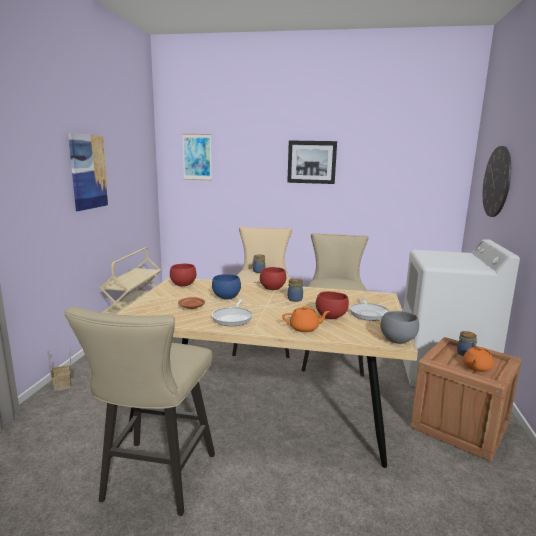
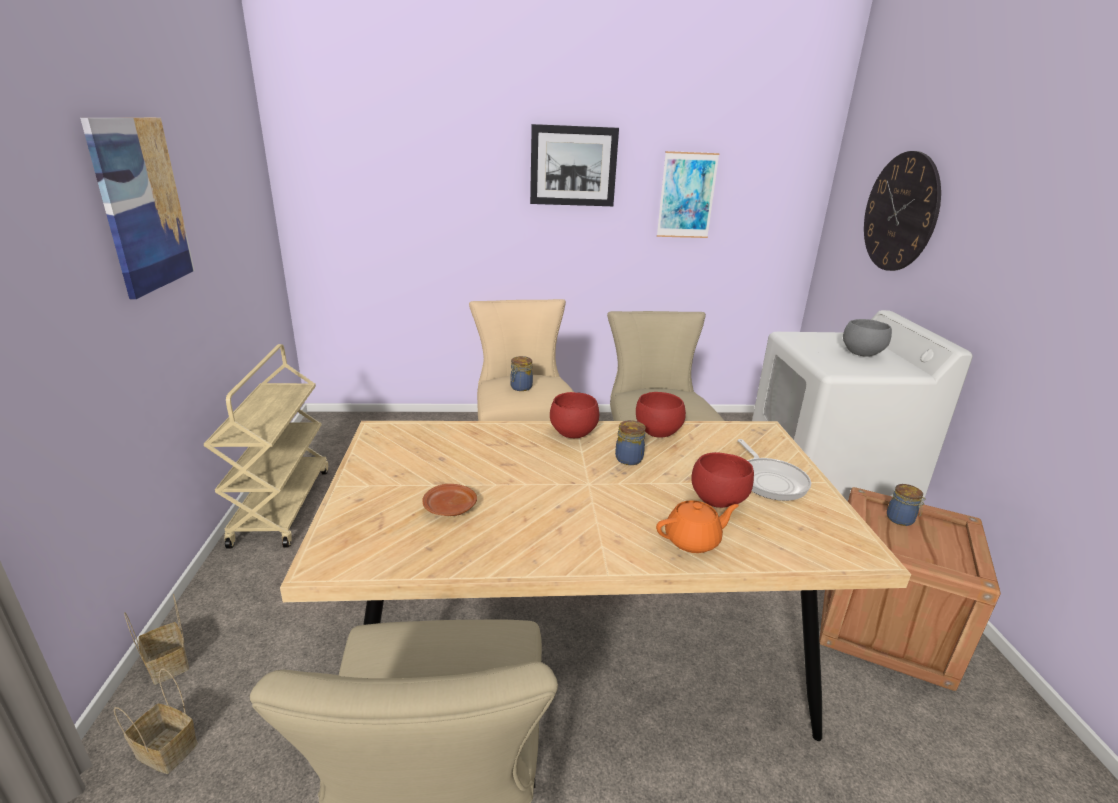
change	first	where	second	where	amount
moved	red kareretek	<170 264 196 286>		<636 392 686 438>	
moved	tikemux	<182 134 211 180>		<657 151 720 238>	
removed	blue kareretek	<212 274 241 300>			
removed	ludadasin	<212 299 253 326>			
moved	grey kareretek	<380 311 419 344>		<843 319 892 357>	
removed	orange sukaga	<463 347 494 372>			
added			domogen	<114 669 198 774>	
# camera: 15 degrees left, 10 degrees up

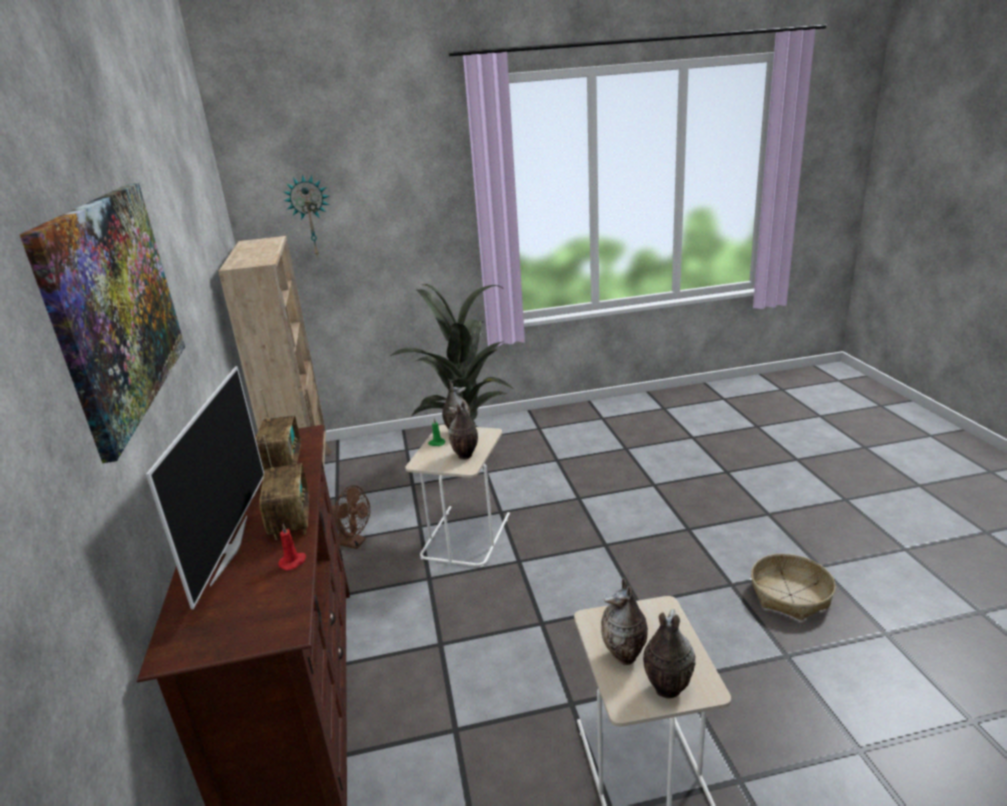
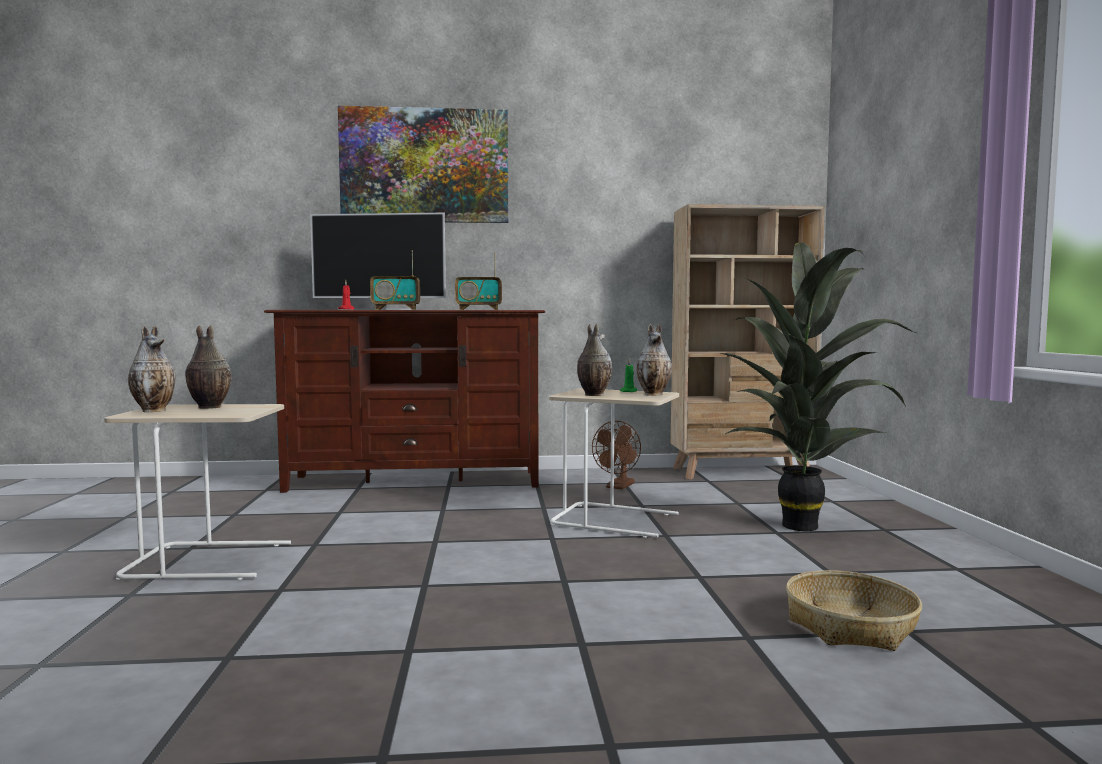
change	first	where	second	where	amount
removed	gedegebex	<283 174 329 257>			
moved	domogen	<751 554 836 620>		<786 570 922 651>	
# camera: 95 degrees right, 20 degrees down

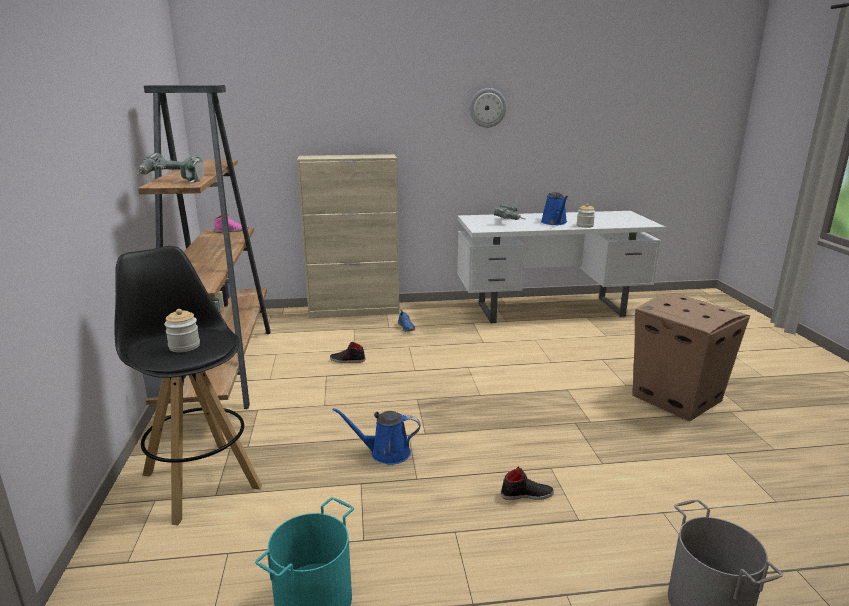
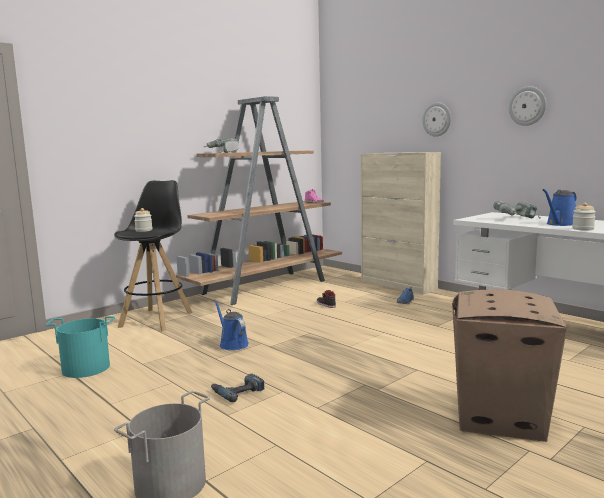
change	first	where	second	where	amount
replaced	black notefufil	<501 466 554 500>	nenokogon	<211 374 264 402>	
added			gedegebex	<422 102 451 137>	
# camera: 55 degrees right, 10 degrees down

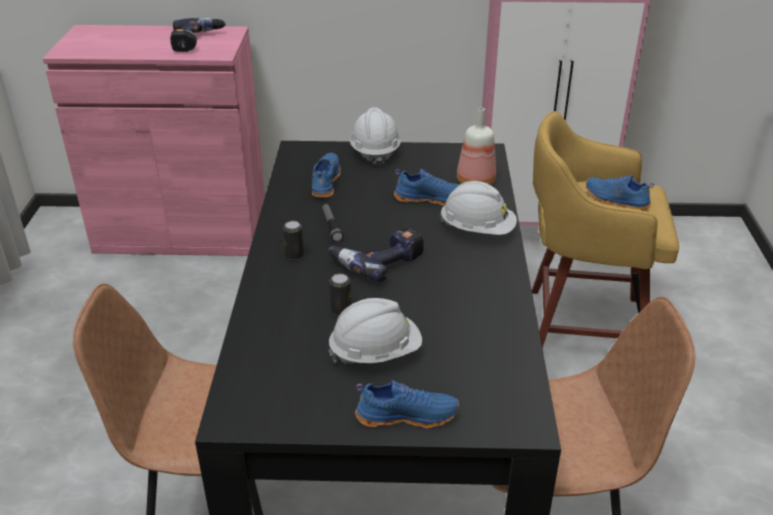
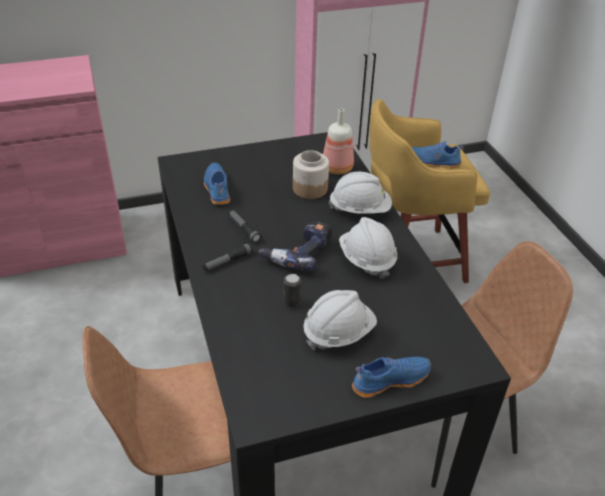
change	first	where	second	where	amount
removed	nenokogon	<170 18 226 52>			
replaced	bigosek	<283 221 304 260>	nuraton	<203 243 253 271>	
moved	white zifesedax	<350 107 401 166>		<339 217 397 279>	
replaced	blue notefufil	<394 169 460 206>	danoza	<293 150 329 199>	
# camera: 20 degrees left, 5 degrees up

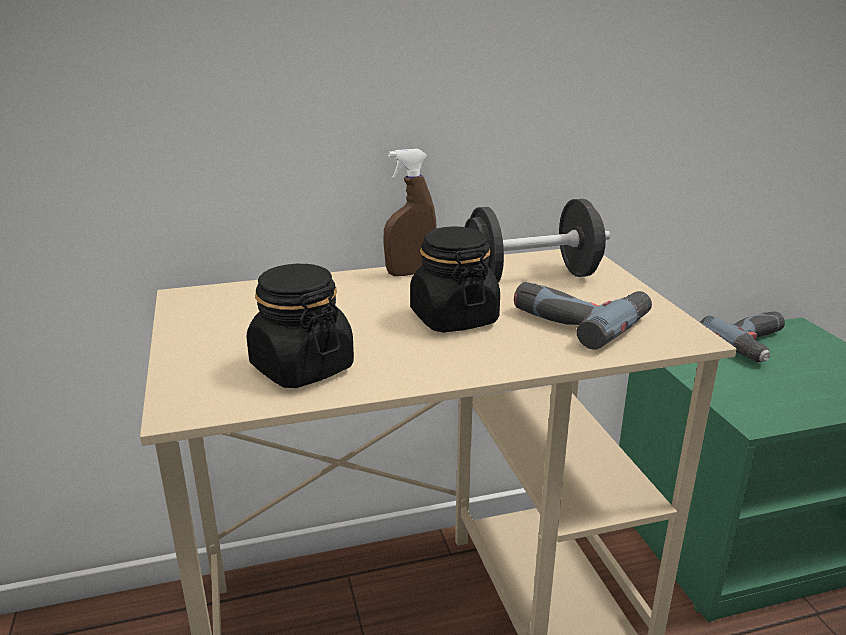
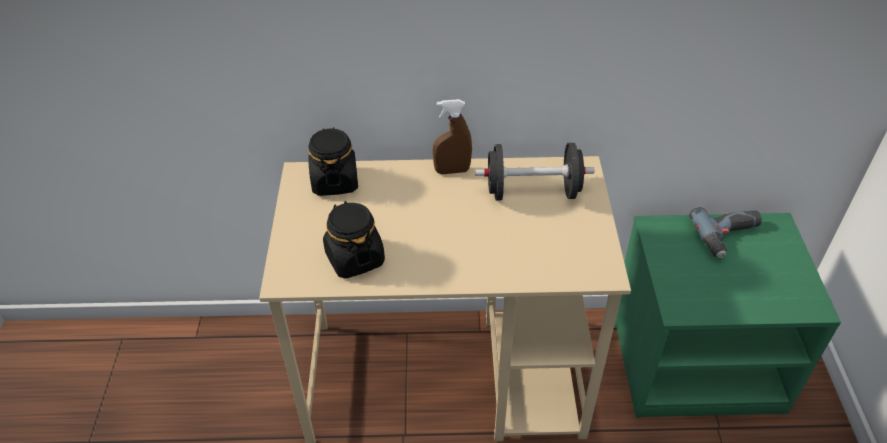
change	first	where	second	where	amount
moved	black danoza	<410 227 500 332>		<308 127 358 196>	
removed	nenokogon	<514 282 652 350>			
# camera: 15 degrees right, 20 degrees up

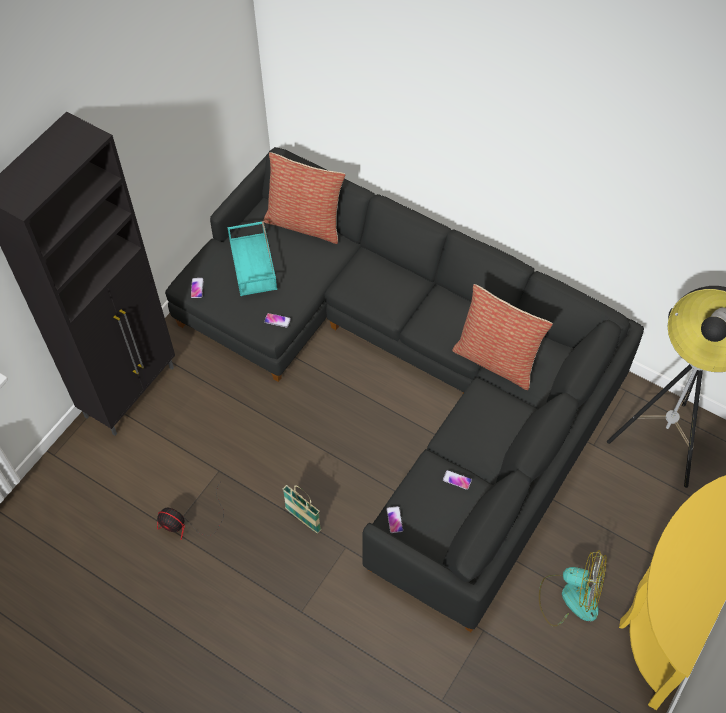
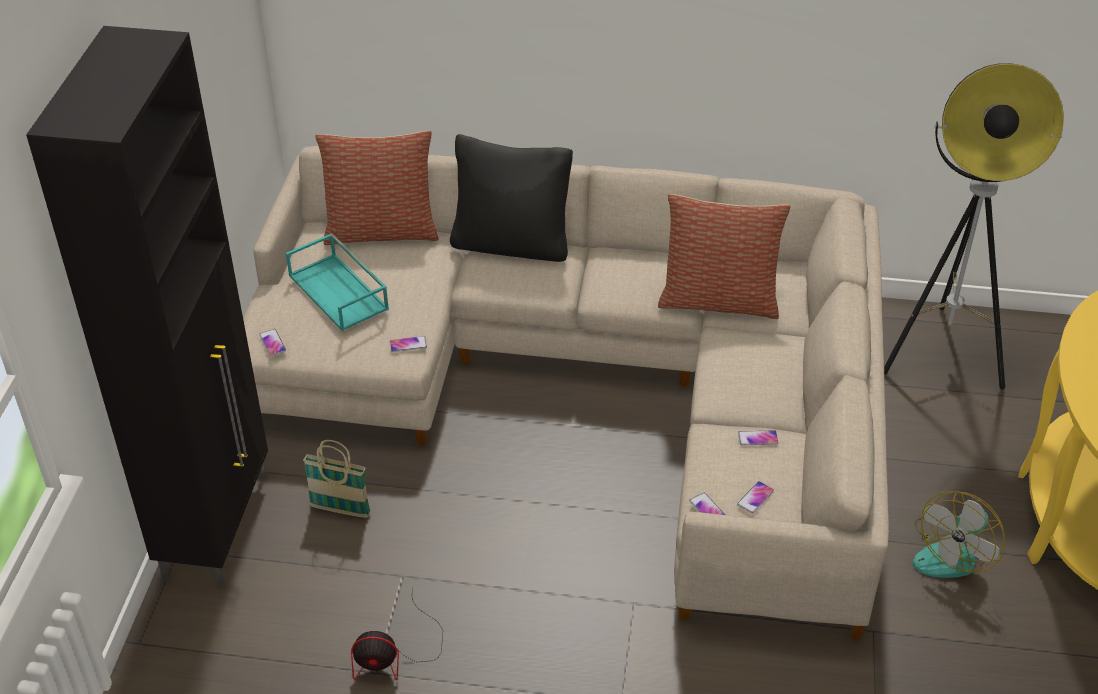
change	first	where	second	where	amount
recoloured	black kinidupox	<165 147 644 632>	beige kinidupox	<243 146 889 640>	
moved	domogen	<283 485 321 534>		<303 440 371 518>	
turned	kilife	<539 550 606 627>		<913 491 1005 578>	135 degrees clockwise
added			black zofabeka	<450 134 573 262>	
added			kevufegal	<737 481 774 513>	
# camera: 25 degrees left, 15 degrees down

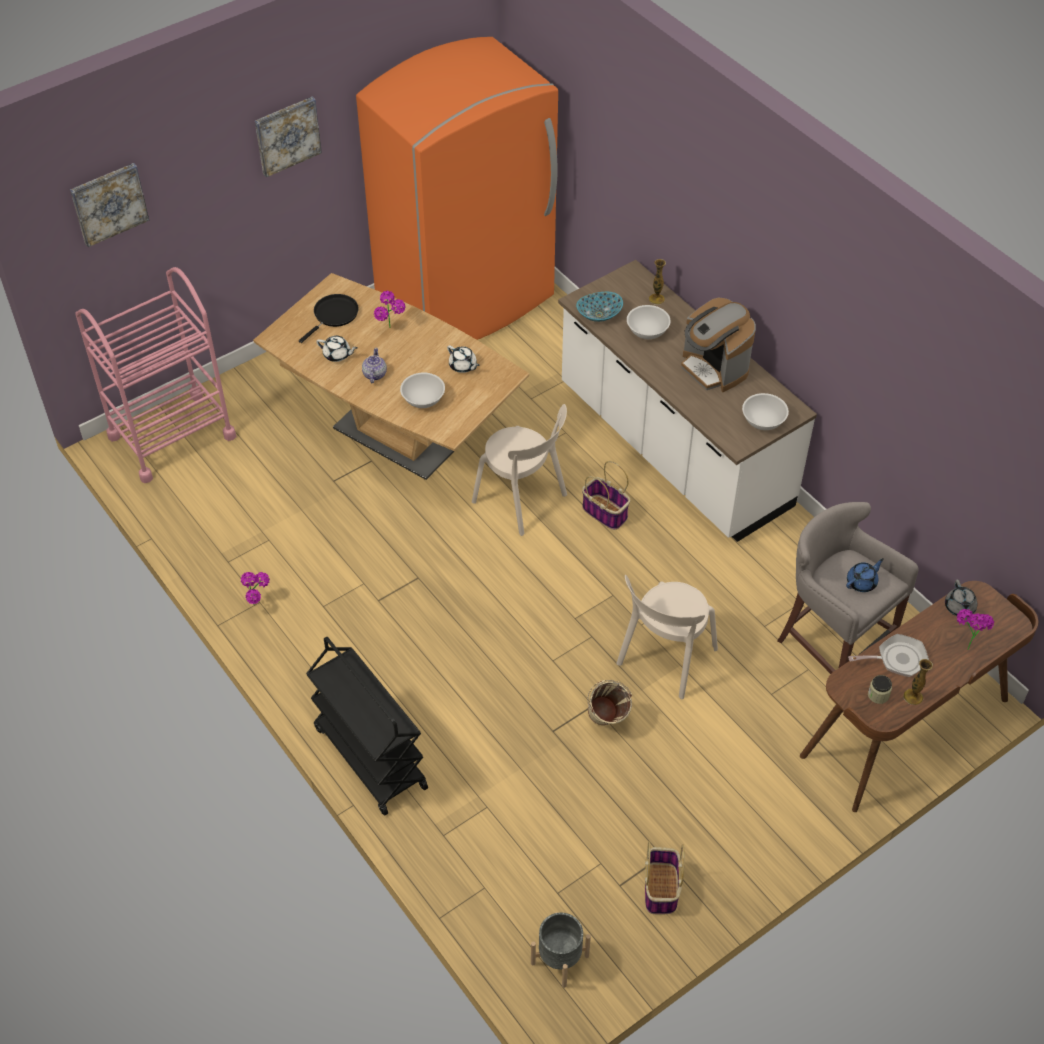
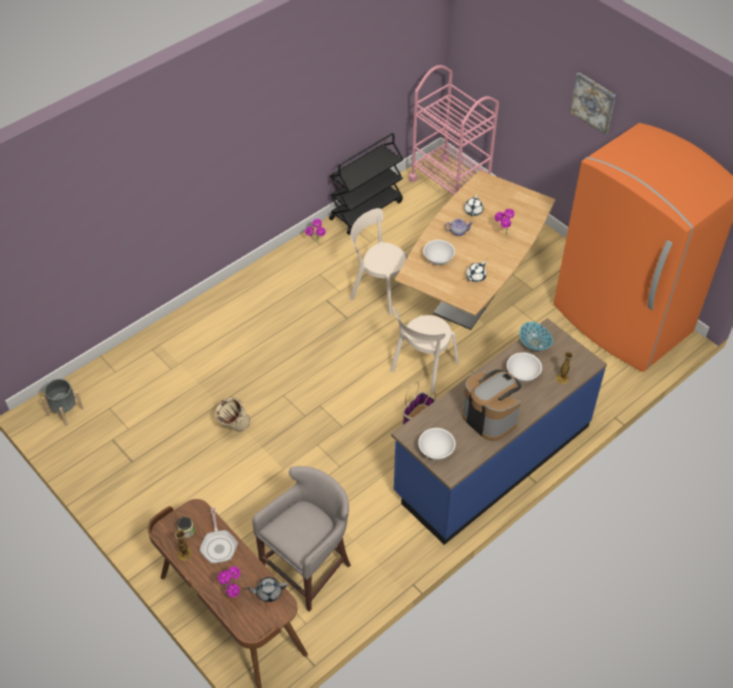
change	first	where	second	where	amount
removed	tikemux	<70 163 149 247>			
removed	black ludadasin	<299 294 359 343>			
moved	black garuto	<306 637 428 816>		<329 133 403 235>	
recoloured	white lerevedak	<558 260 817 542>	blue lerevedak	<391 318 607 545>	
moved	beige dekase	<616 575 718 699>		<350 208 408 315>	
removed	domogen	<645 841 684 914>			
turned	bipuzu	<681 298 756 392>		<462 370 522 441>	90 degrees clockwise
removed	blue sukaga	<846 558 884 592>			
# camera: 85 degrees right, 0 degrees up

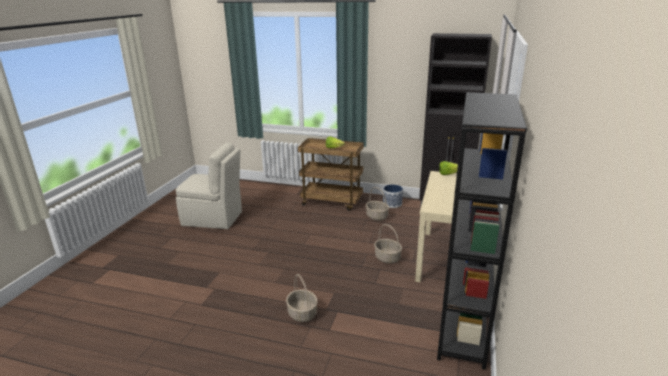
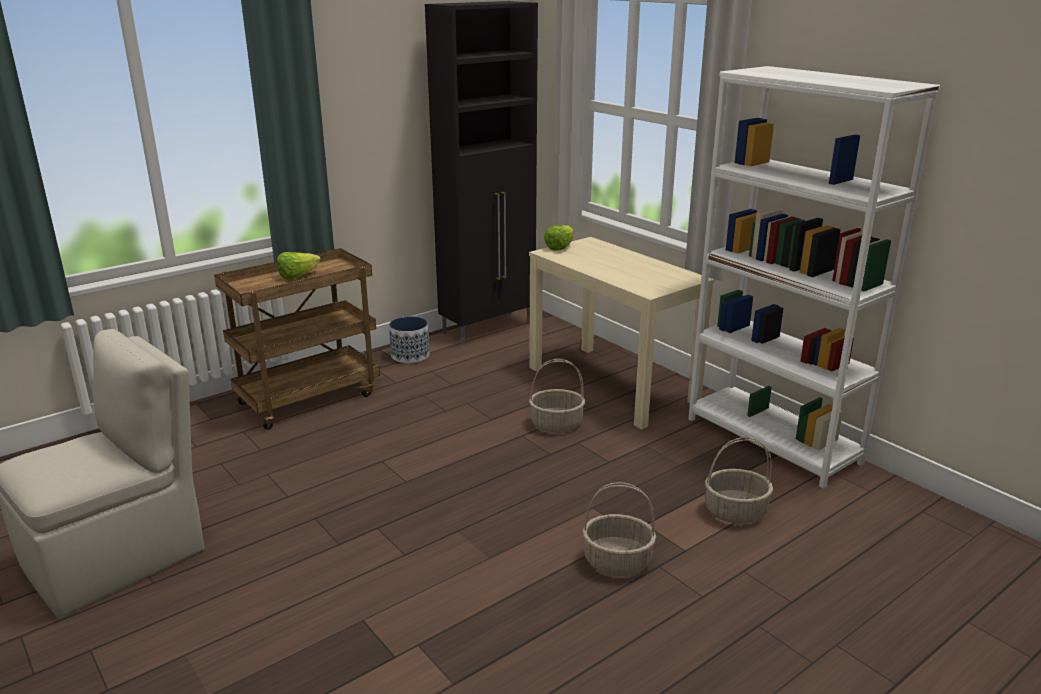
change	first	where	second	where	amount
moved	domogen	<366 187 389 221>		<705 437 773 524>	
recoloured	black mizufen	<437 92 527 370>	white mizufen	<688 66 940 488>	
# camera: 55 degrees left, 0 degrees up

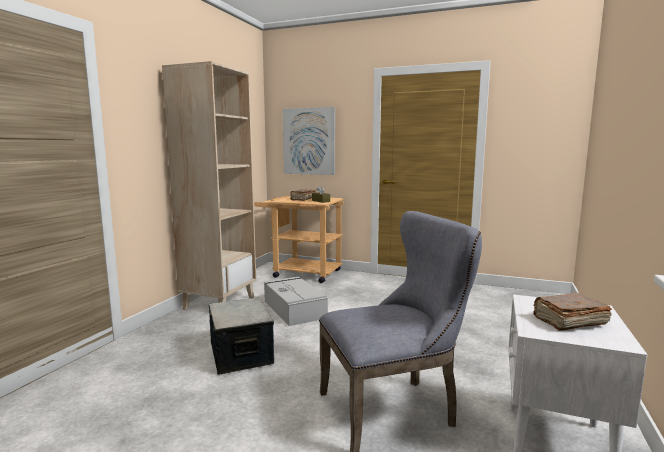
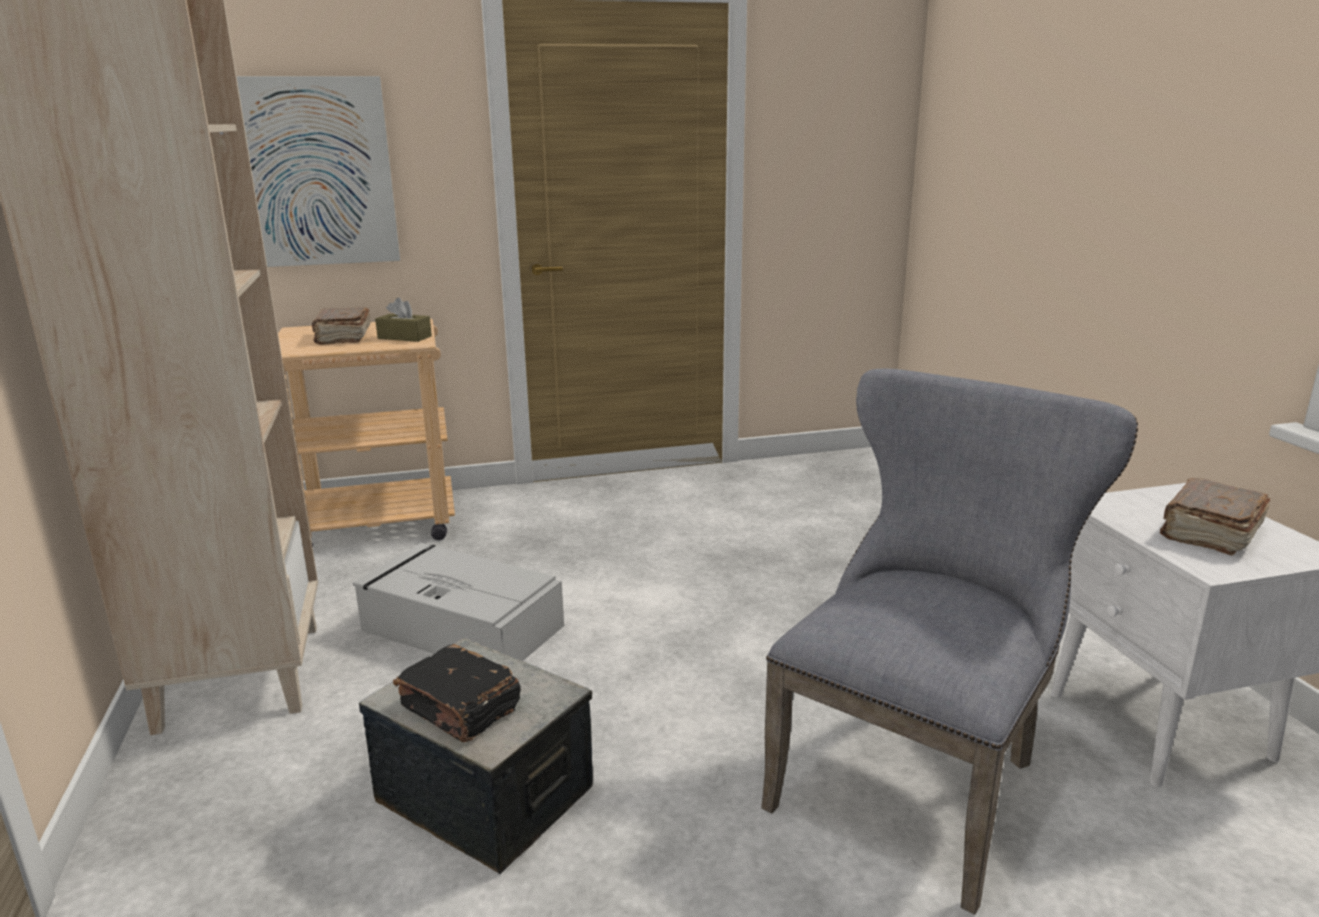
change	first	where	second	where	amount
added			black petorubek	<393 644 521 742>	
# camera: 35 degrees left, 10 degrees up

